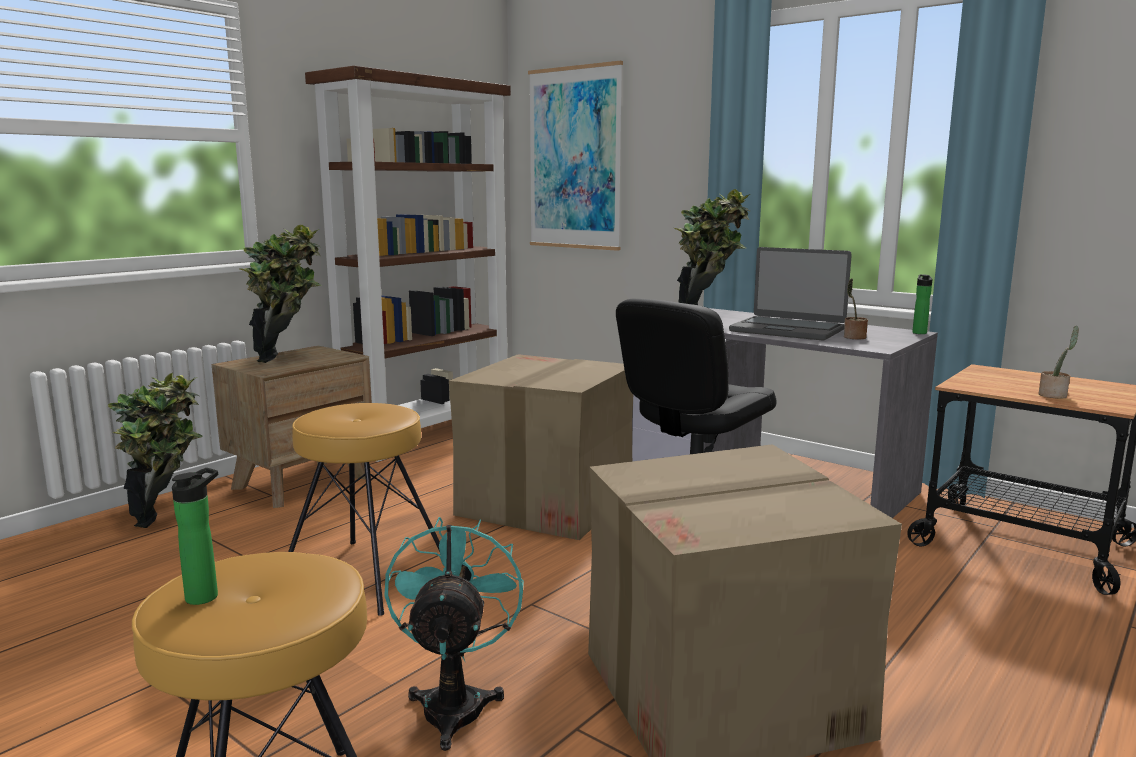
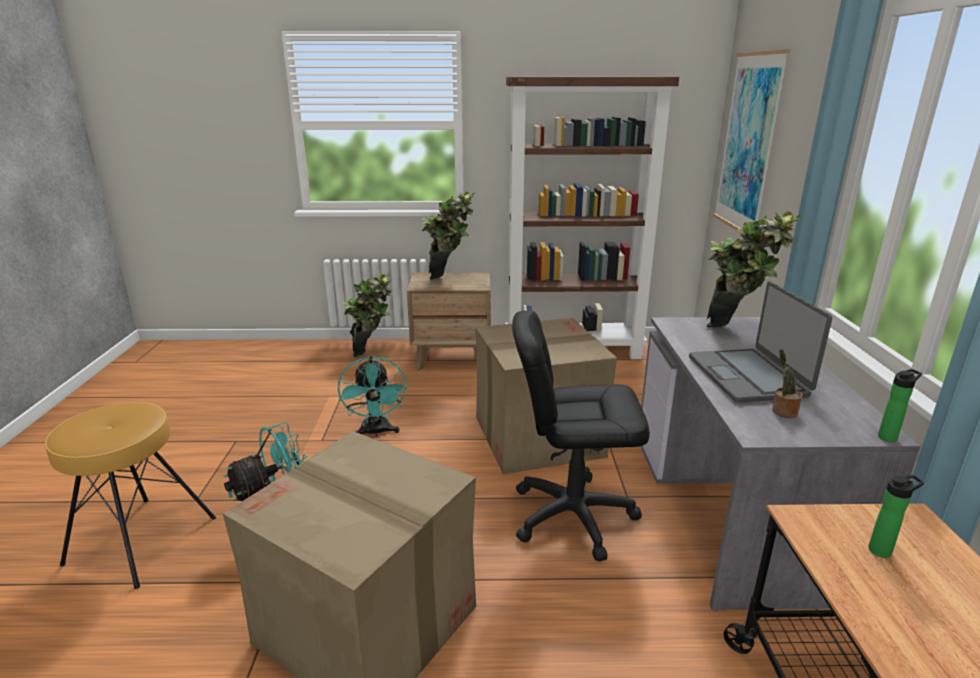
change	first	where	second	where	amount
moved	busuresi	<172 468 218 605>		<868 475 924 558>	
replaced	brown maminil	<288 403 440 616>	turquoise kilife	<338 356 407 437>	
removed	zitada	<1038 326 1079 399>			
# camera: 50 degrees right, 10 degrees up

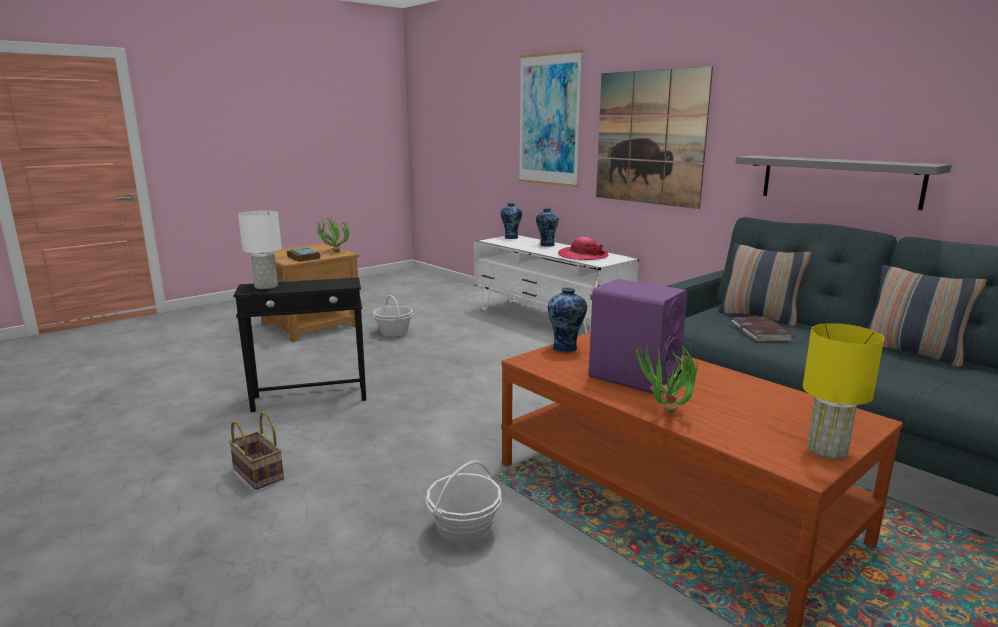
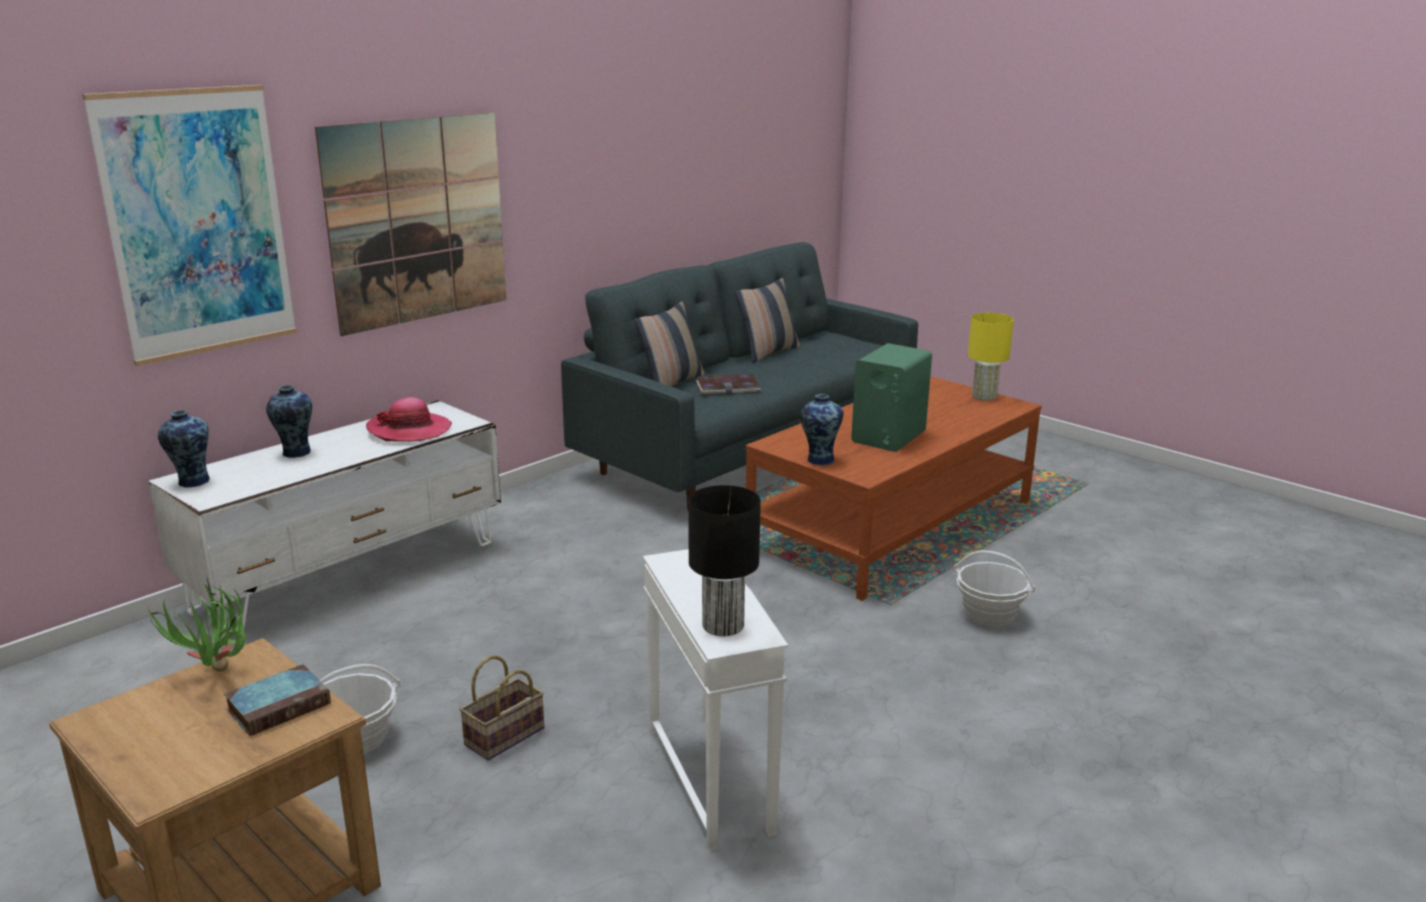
change	first	where	second	where	amount
moved	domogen	<229 412 284 490>		<459 656 544 760>	
recoloured	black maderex	<233 277 366 412>	white maderex	<643 549 788 851>	
recoloured	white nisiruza	<238 210 282 289>	black nisiruza	<689 485 761 637>	
recoloured	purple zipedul	<589 279 687 394>	green zipedul	<851 343 932 452>	
removed	zitada	<633 342 698 413>			
removed	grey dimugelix	<736 156 952 210>			
# camera: 95 degrees left, 5 degrees up

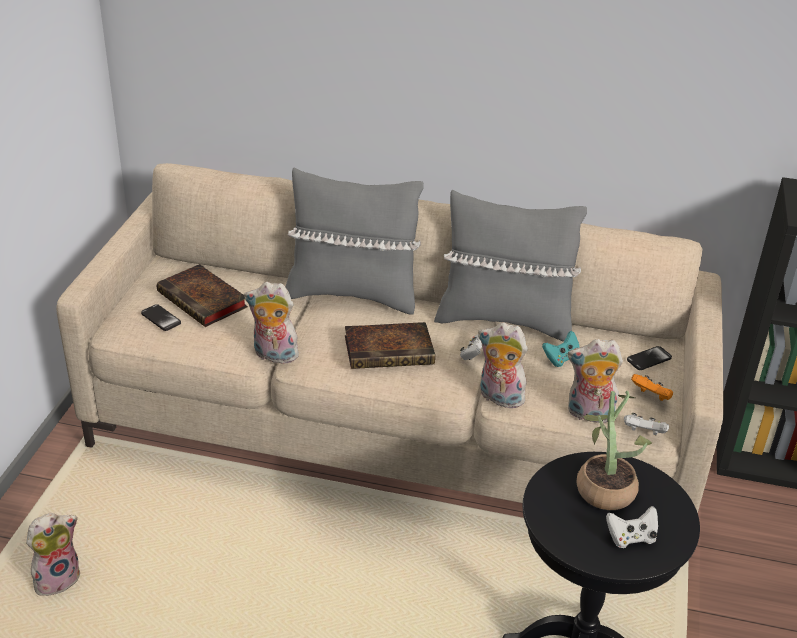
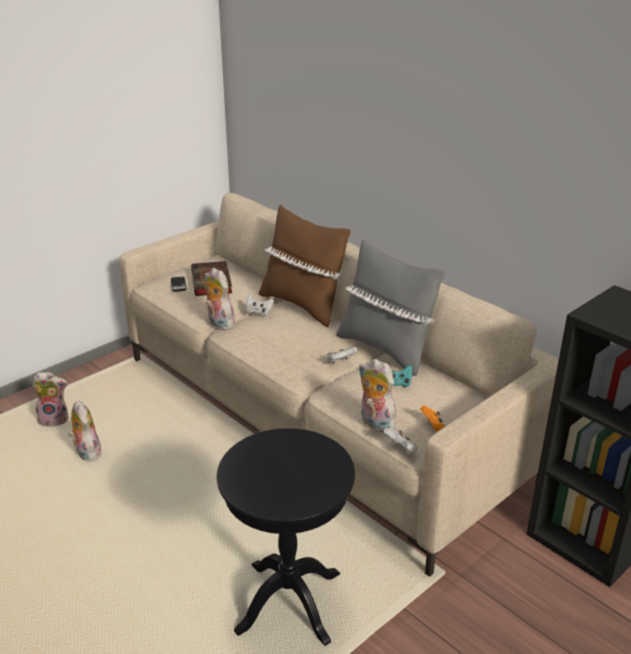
change	first	where	second	where	amount
recoloured	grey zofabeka	<285 167 424 314>	brown zofabeka	<259 204 351 327>	
removed	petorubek	<345 322 435 369>			
moved	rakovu	<478 322 528 408>		<68 400 101 461>	
removed	zitada	<576 391 652 510>			
moved	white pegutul	<606 506 658 548>		<246 294 274 316>	
removed	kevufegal	<627 346 672 370>			
# camera: 35 degrees right, 5 degrees down

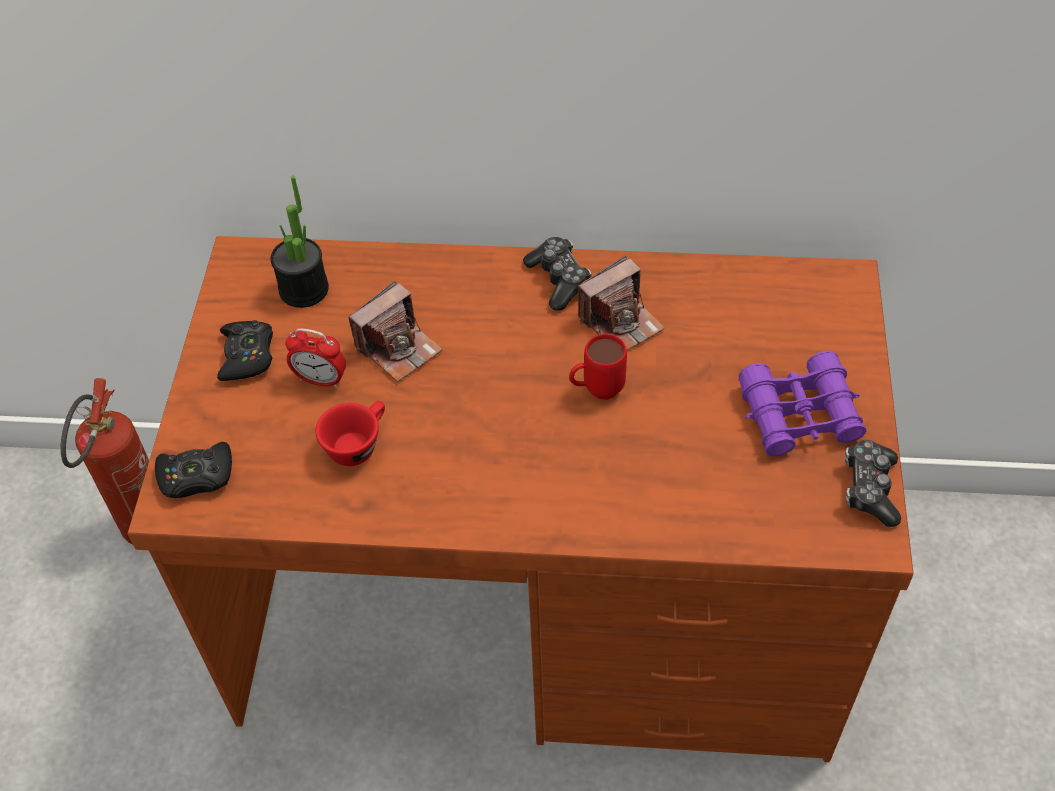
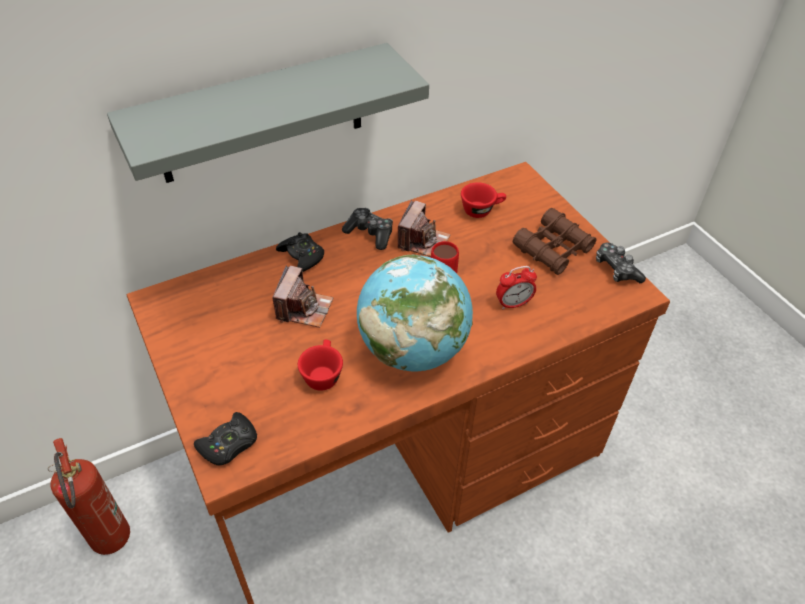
change	first	where	second	where	amount
moved	black pegutul	<217 320 273 381>		<276 232 324 272>	
removed	zitada	<270 176 329 308>			
moved	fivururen	<285 328 346 388>		<496 266 537 309>	
recoloured	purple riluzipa	<739 351 866 456>	brown riluzipa	<513 208 596 275>	
added			grey dimugelix	<107 43 429 183>	
added			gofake	<357 255 473 371>	
added			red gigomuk	<461 182 506 218>	
# camera: 35 degrees left, 5 degrees down

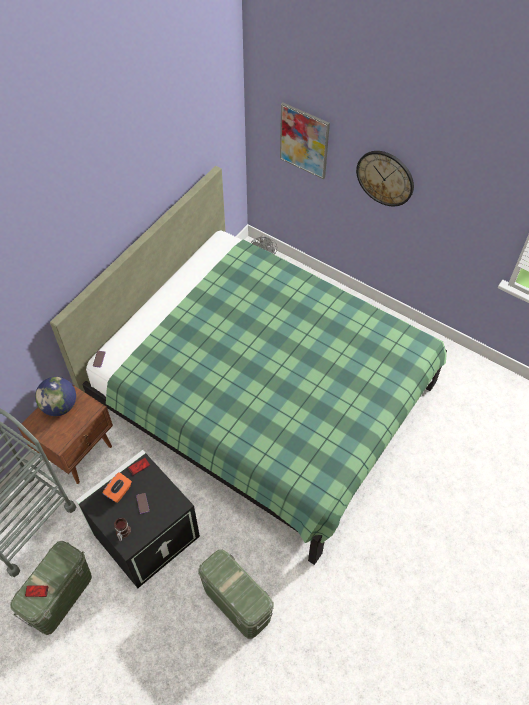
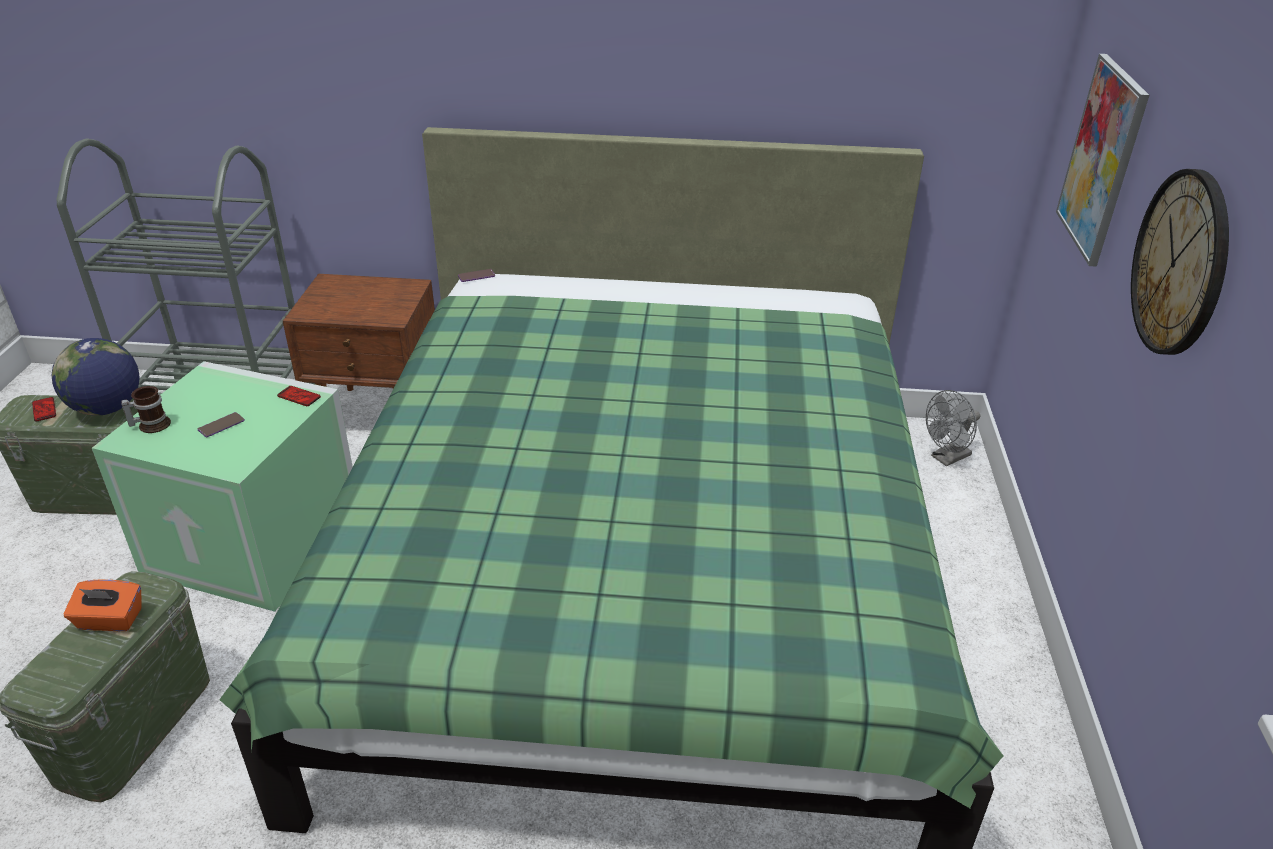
change	first	where	second	where	amount
moved	gofake	<35 377 76 416>		<52 338 139 416>	
recoloured	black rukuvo	<76 450 200 588>	green rukuvo	<92 361 353 612>	
moved	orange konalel	<103 472 132 503>		<64 580 142 631>	
# camera: 60 degrees right, 20 degrees down

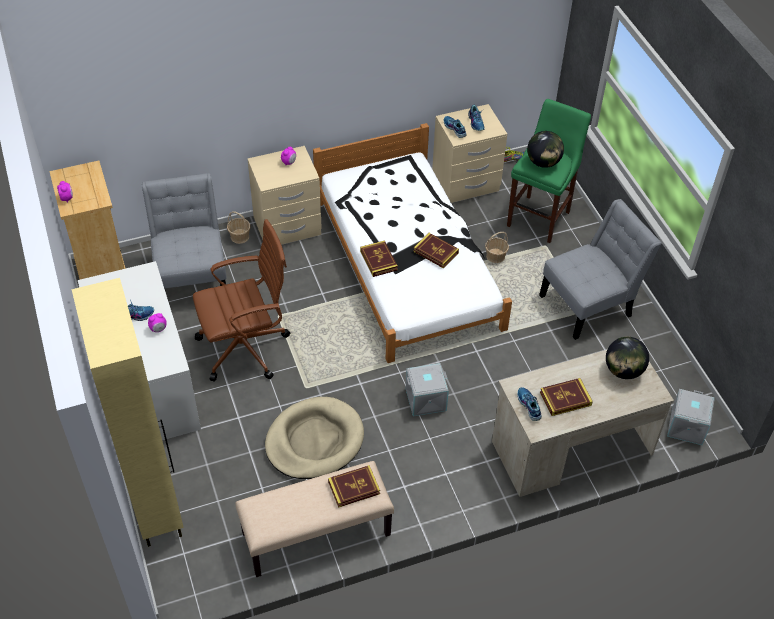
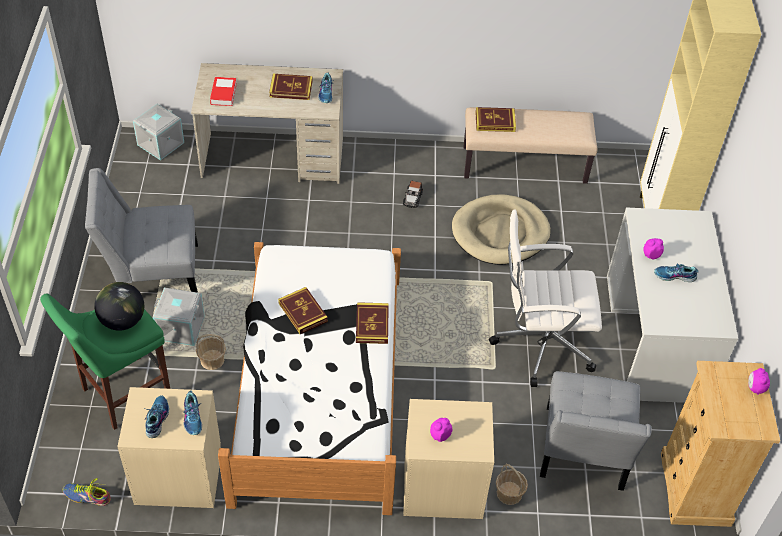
change	first	where	second	where	amount
recoloured	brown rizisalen	<193 219 290 382>	white rizisalen	<489 209 602 387>	
moved	grey rukuvo	<406 363 449 417>		<153 287 205 346>	
replaced	gofake	<606 337 649 379>	petorubek	<210 77 237 106>	
added			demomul	<403 181 423 208>	
# camera: 160 degrees left, 0 degrees up

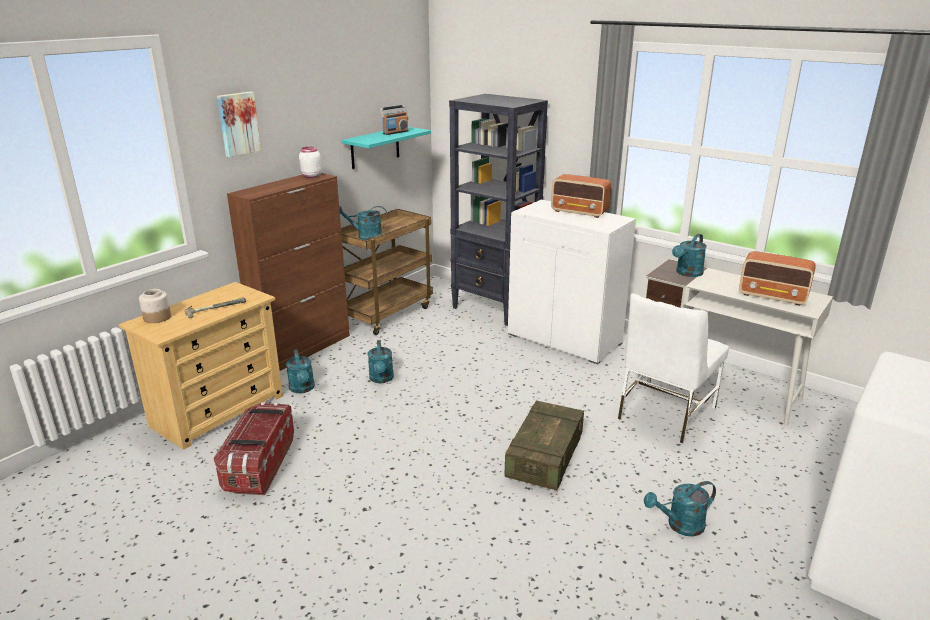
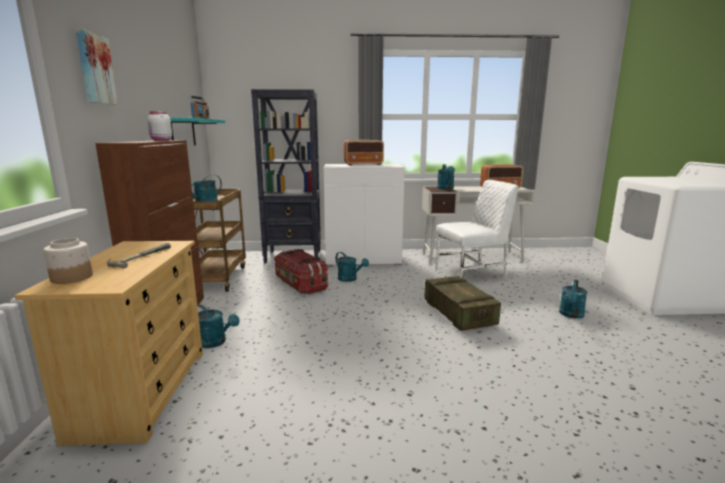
change	first	where	second	where	amount
moved	rukuvo	<214 402 294 495>		<274 249 328 294>	
moved	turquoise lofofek	<368 340 394 383>		<336 252 369 282>	
turned	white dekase	<618 293 729 444>		<436 180 518 279>	105 degrees counterclockwise
# camera: 40 degrees left, 10 degrees down

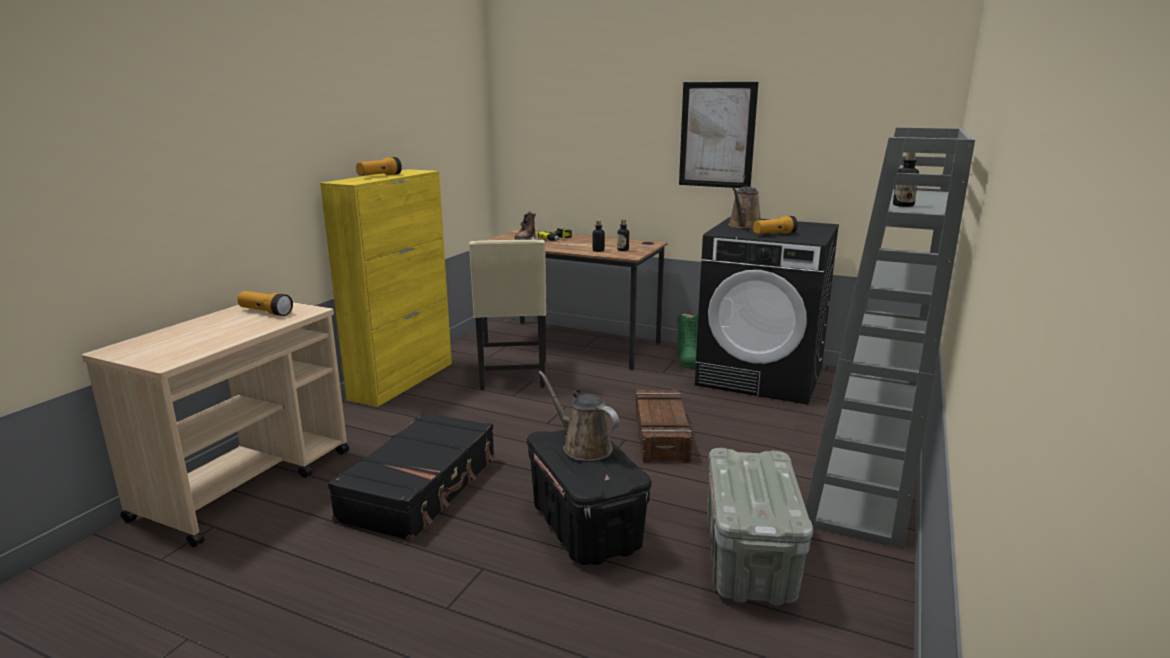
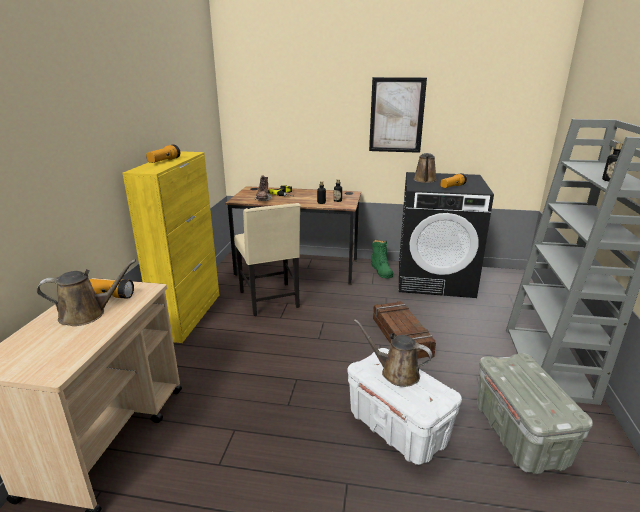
change	first	where	second	where	amount
removed	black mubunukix	<328 412 495 541>			
recoloured	black rukuvo	<527 429 652 565>	white rukuvo	<347 348 462 465>	
added			brown lofofek	<37 260 136 326>	
# camera: 15 degrees left, 5 degrees up

